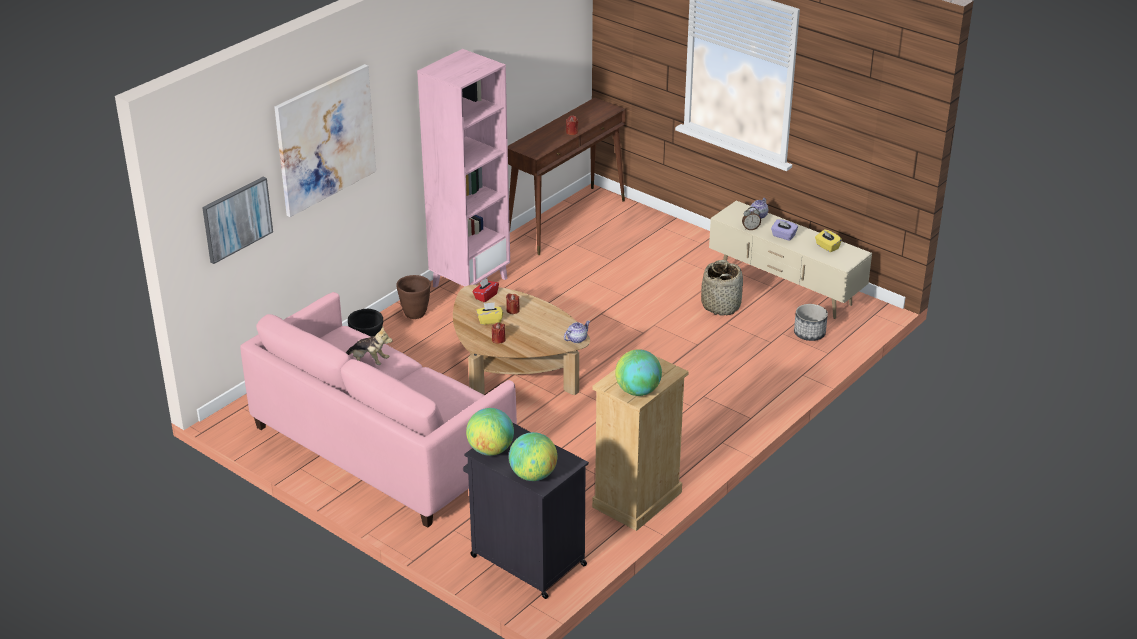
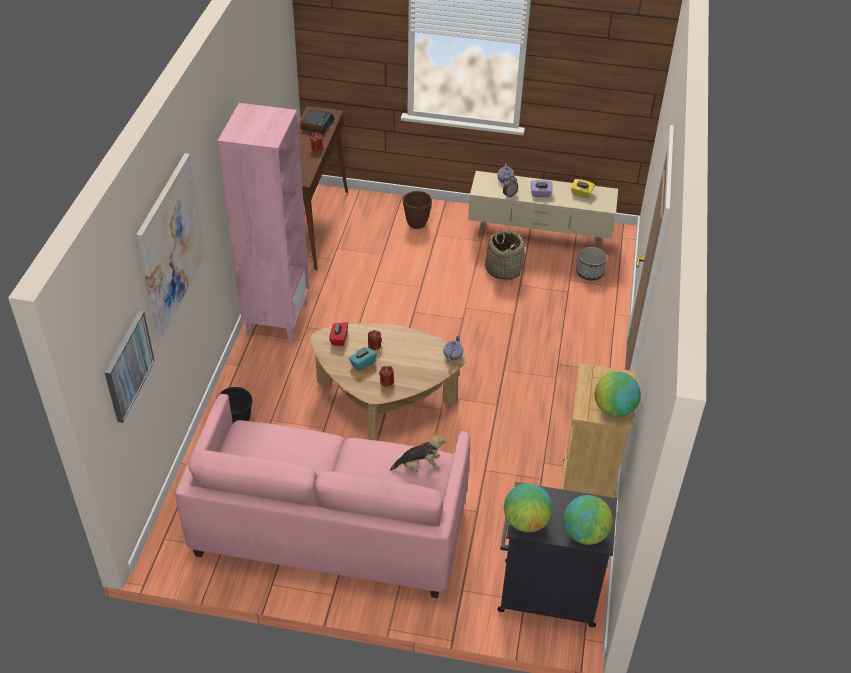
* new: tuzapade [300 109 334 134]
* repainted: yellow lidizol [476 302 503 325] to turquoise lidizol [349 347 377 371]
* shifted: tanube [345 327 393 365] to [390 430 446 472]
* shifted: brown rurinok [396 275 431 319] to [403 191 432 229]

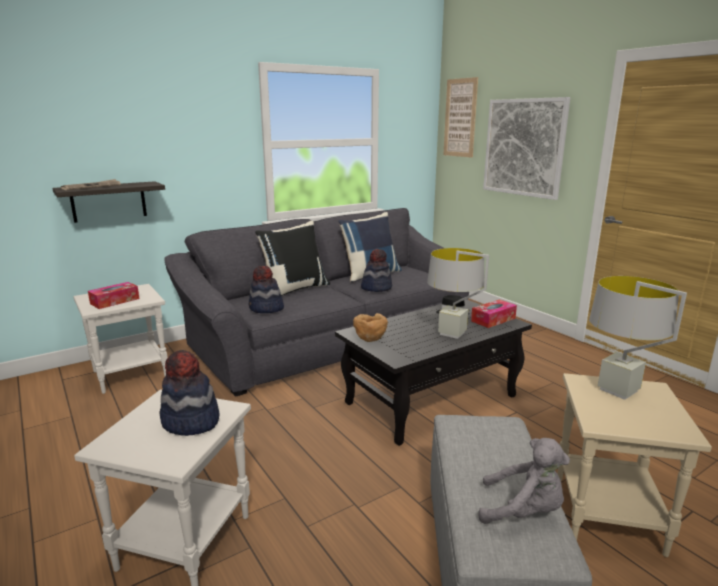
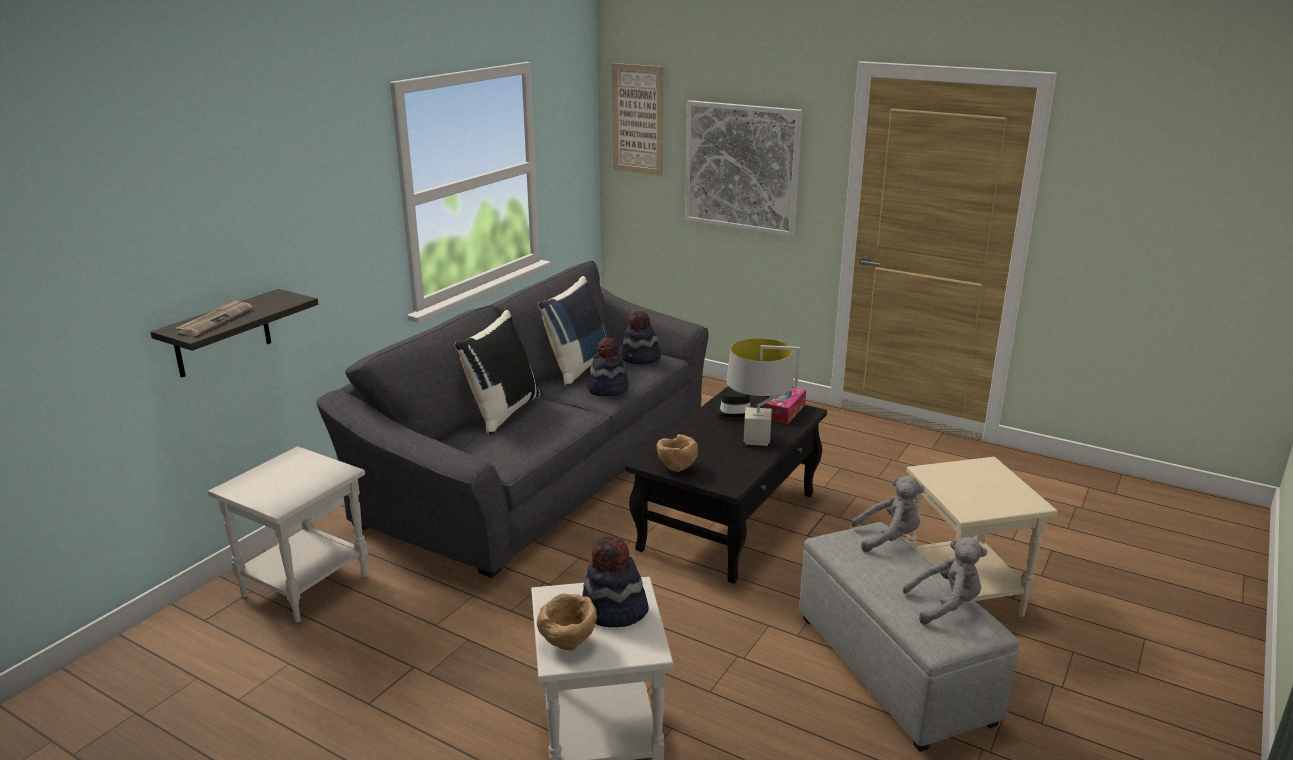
* new: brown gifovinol [537 593 597 650]
* shifted: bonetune [249 266 284 313] to [621 311 661 365]
* new: grey tanube [851 476 924 552]
* gone: lidizol [88 282 139 309]
* gone: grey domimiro [589 276 687 400]

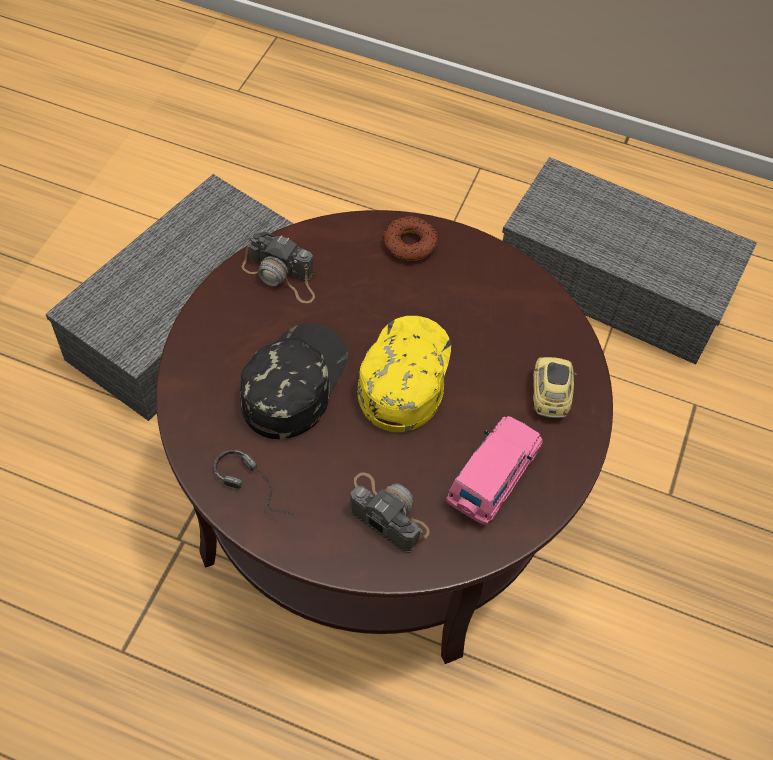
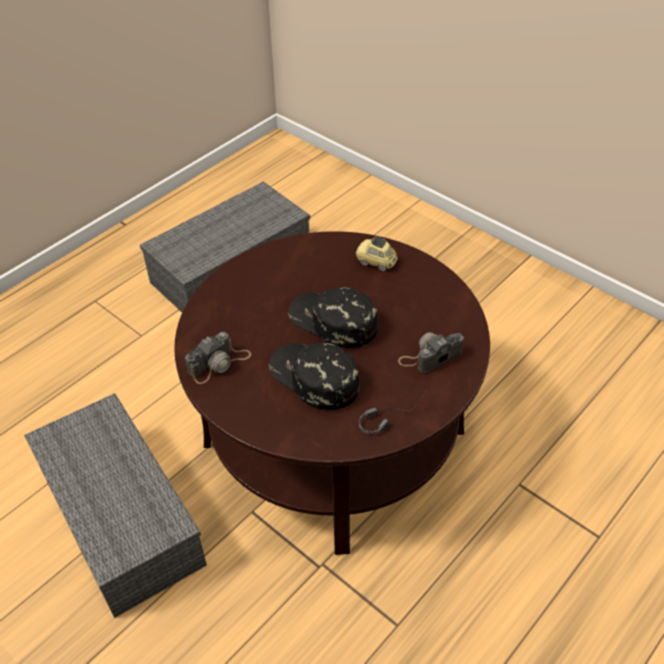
* repainted: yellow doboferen [357 316 451 432] to black doboferen [288 287 378 348]
* gone: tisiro [383 216 438 261]
* gone: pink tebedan [446 416 543 525]

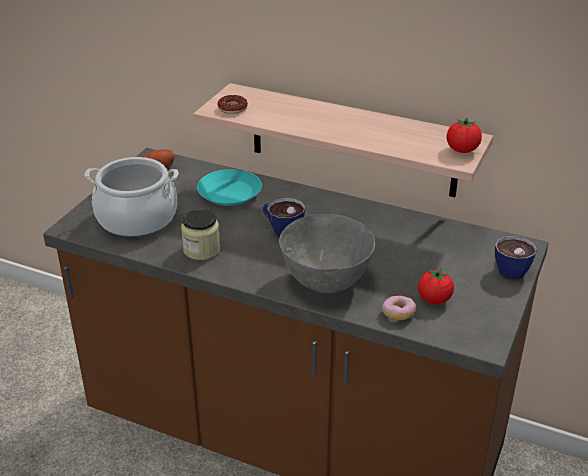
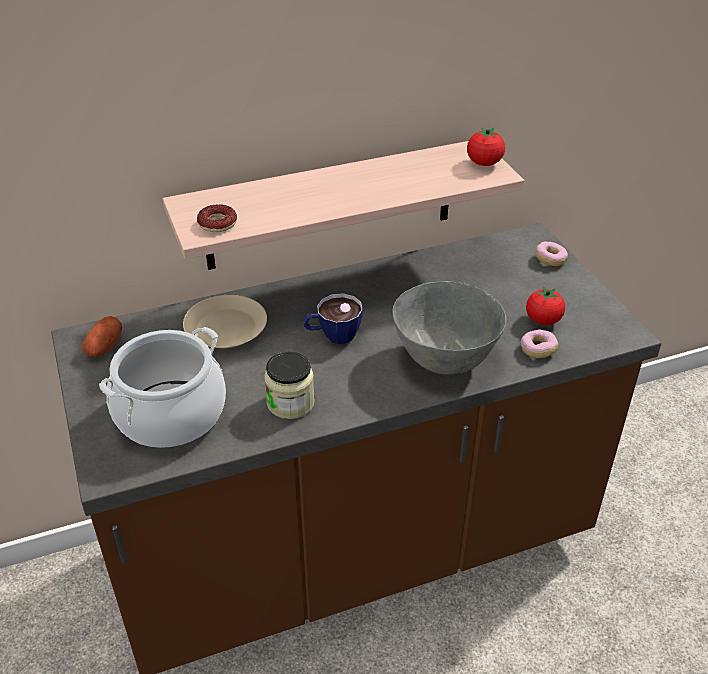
* repainted: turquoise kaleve [197 169 262 206] to beige kaleve [183 295 267 348]
* swapped: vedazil [495 236 537 279] to tisiro [535 241 568 266]

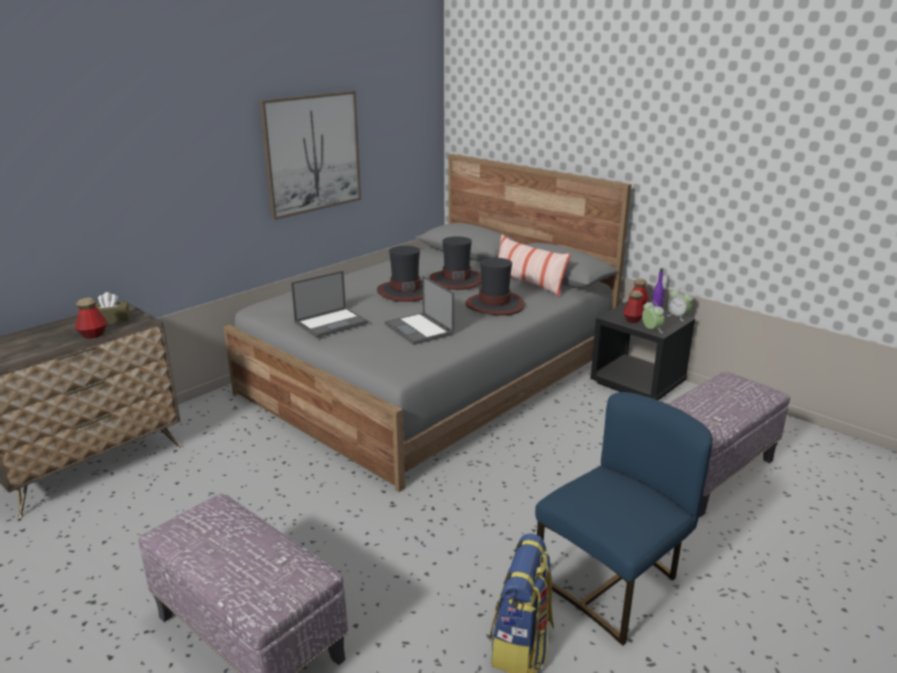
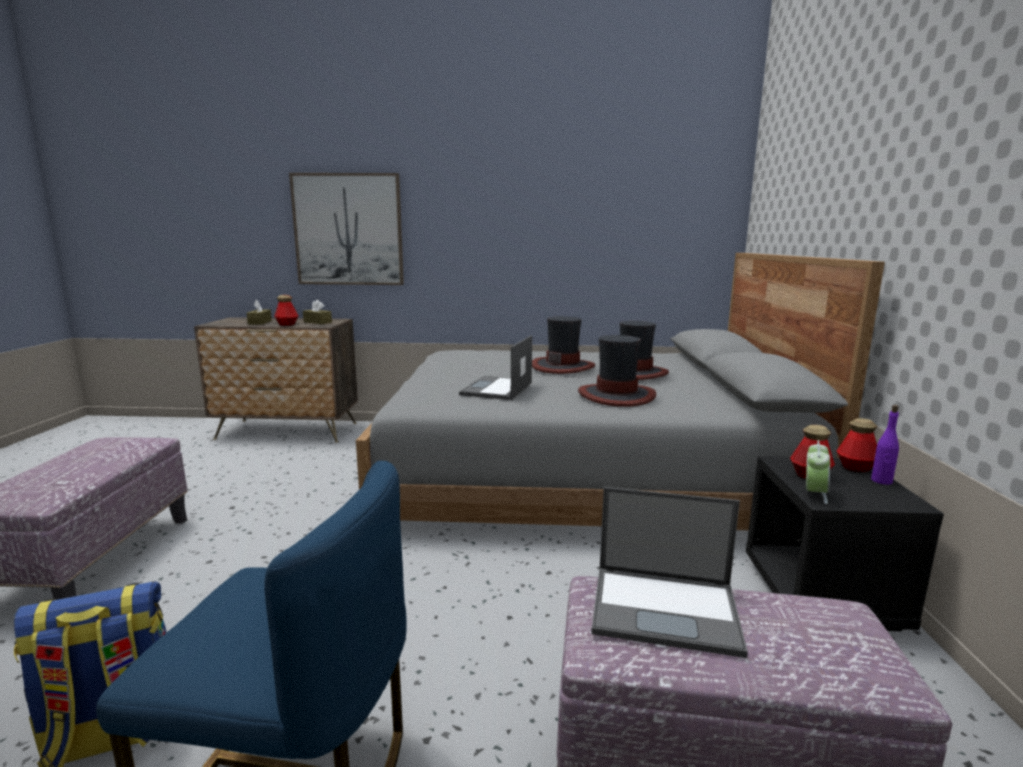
* new: brown lidizol [247 300 272 325]
* shifted: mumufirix [259 91 361 220] to [289 173 404 285]
* shifted: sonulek [291 271 368 338] to [591 487 748 658]
* gone: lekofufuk [498 234 571 296]
* gone: tuzapade [666 288 693 321]

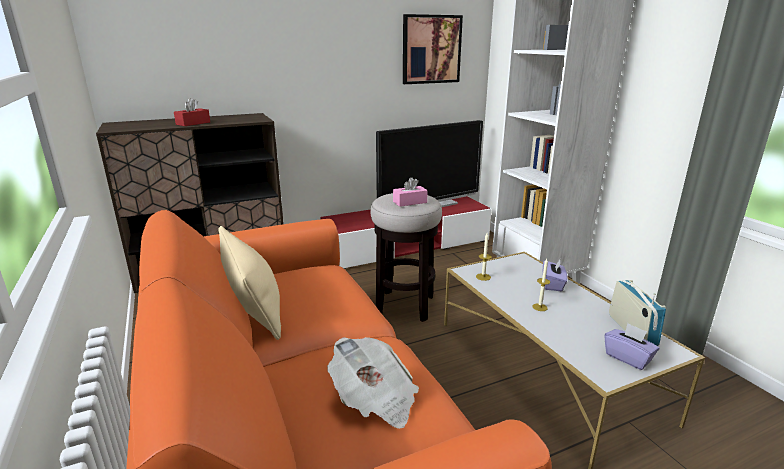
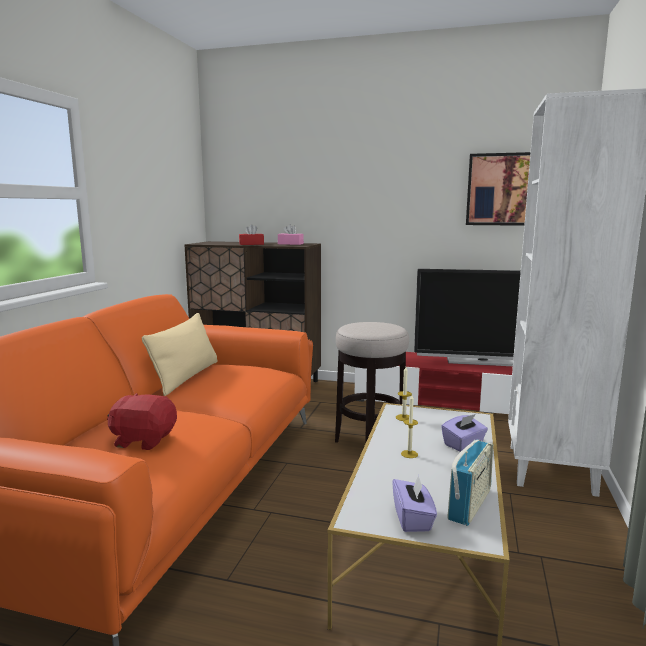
* swapped: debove [327 337 419 429] to red tanube [107 393 177 450]
* shifted: pink lidizol [393 177 428 207] to [278 224 304 245]

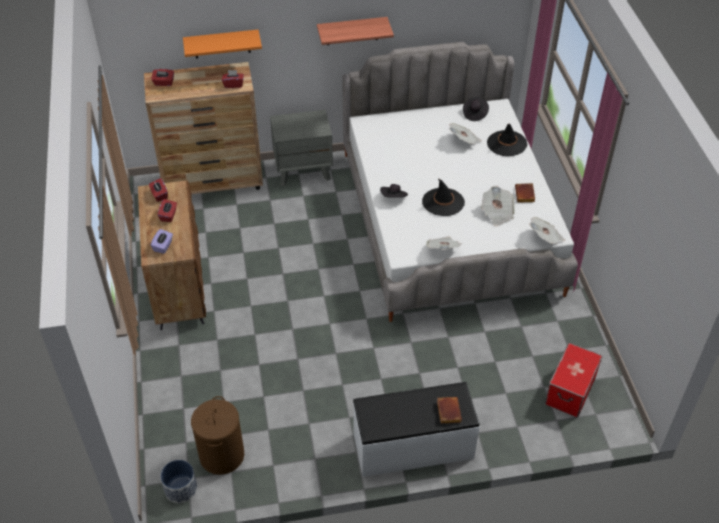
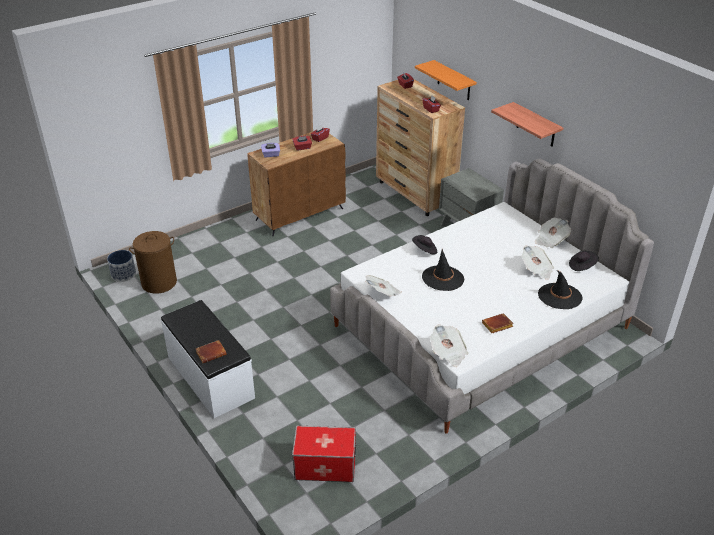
* shifted: debove [481 186 515 227] to [535 218 571 248]

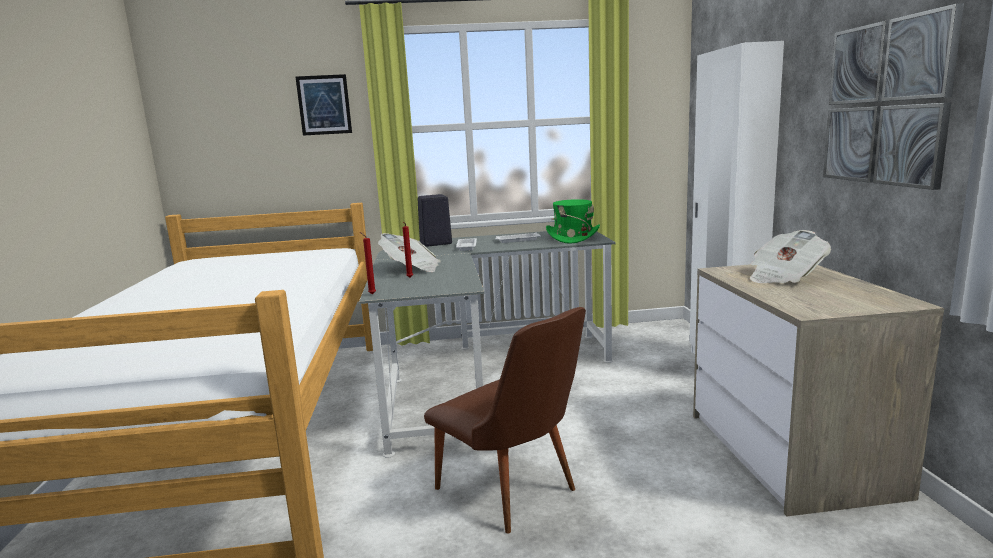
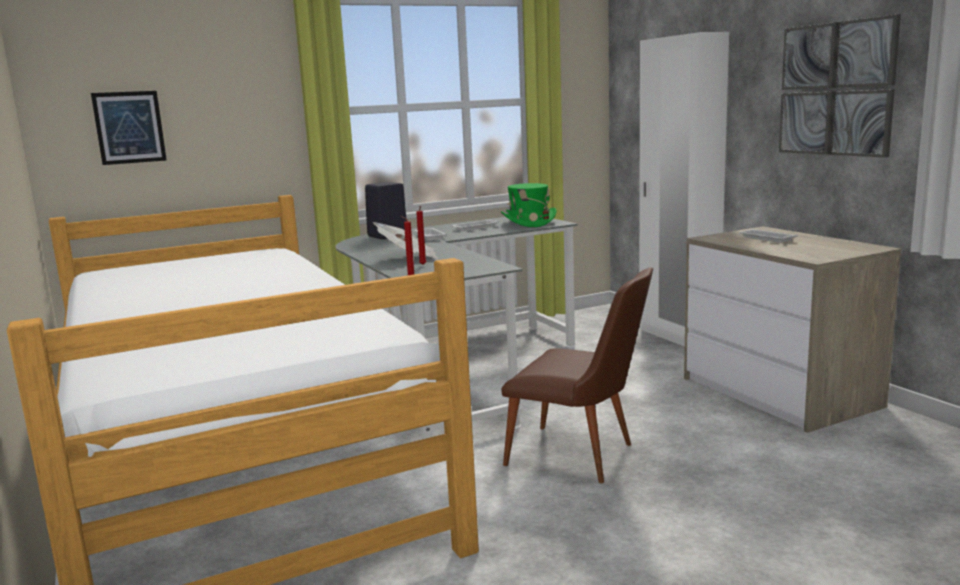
* shifted: mumufirix [296 74 352 136] to [91 91 167 165]
* swapped: debove [750 230 831 283] to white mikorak [739 229 798 243]

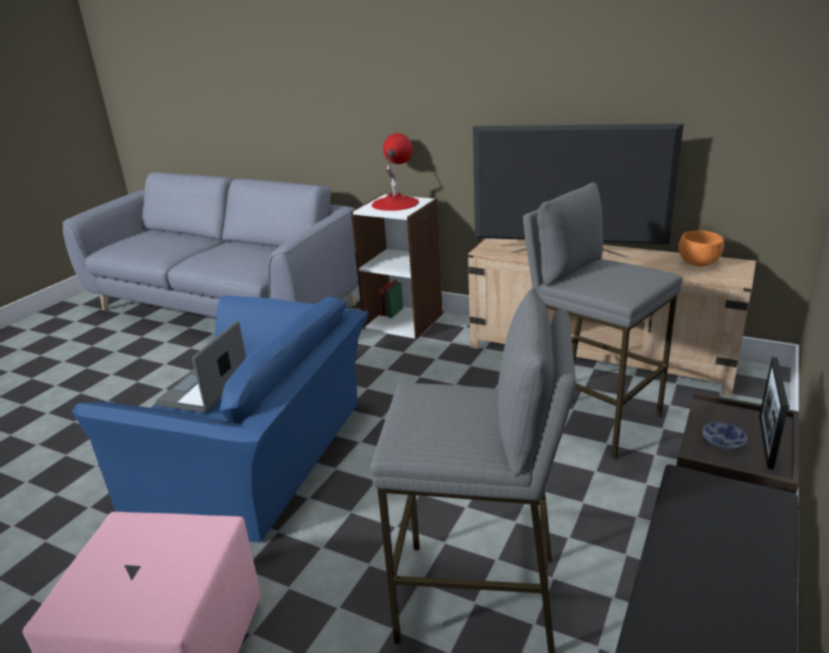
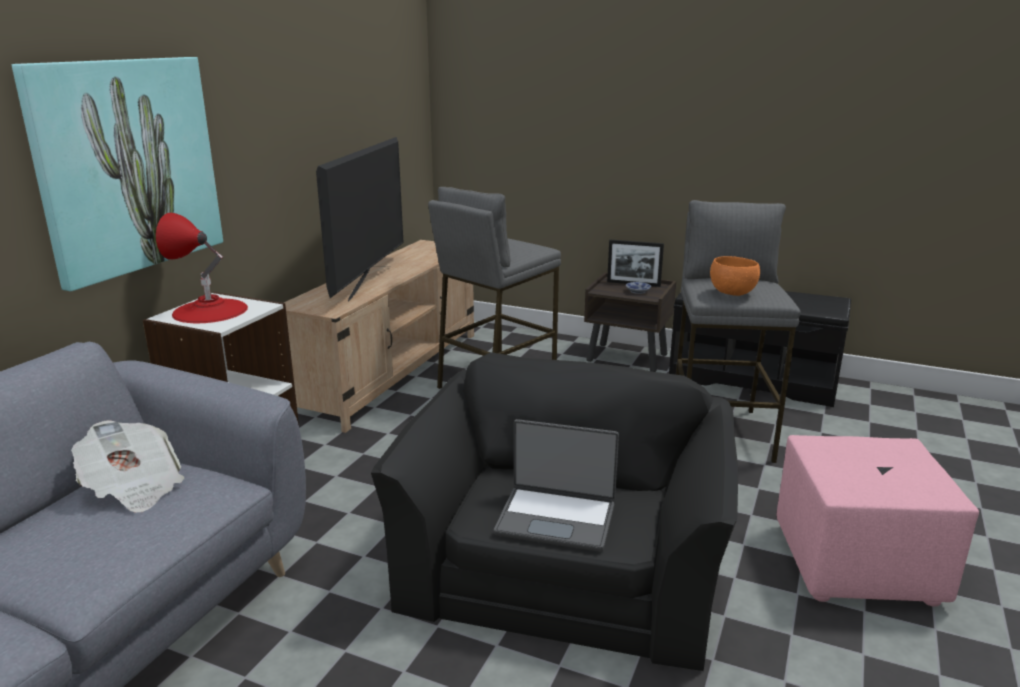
* new: mumufirix [11 57 223 291]
* new: debove [71 420 184 512]
* repainted: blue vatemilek [71 295 369 543] to black vatemilek [371 352 738 671]
* shifted: orange gifovinol [678 231 724 266] to [710 256 760 296]

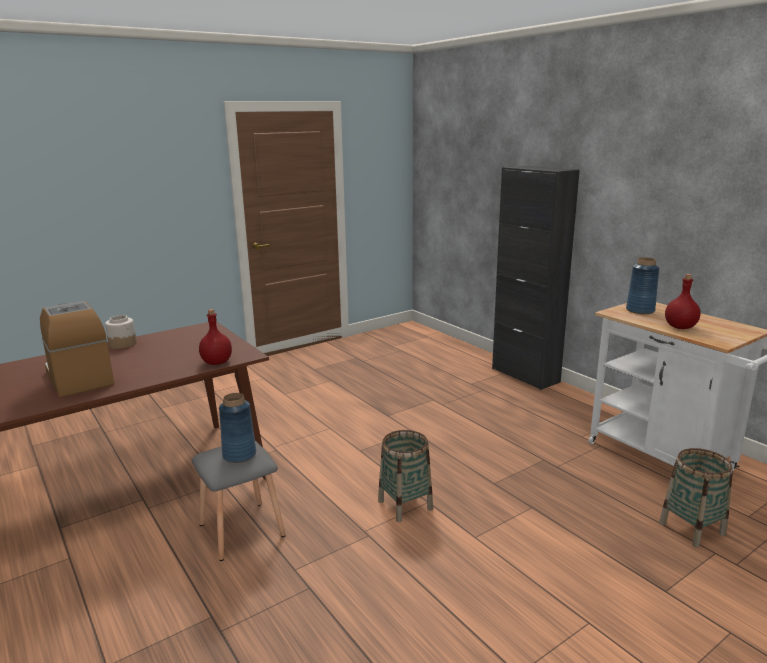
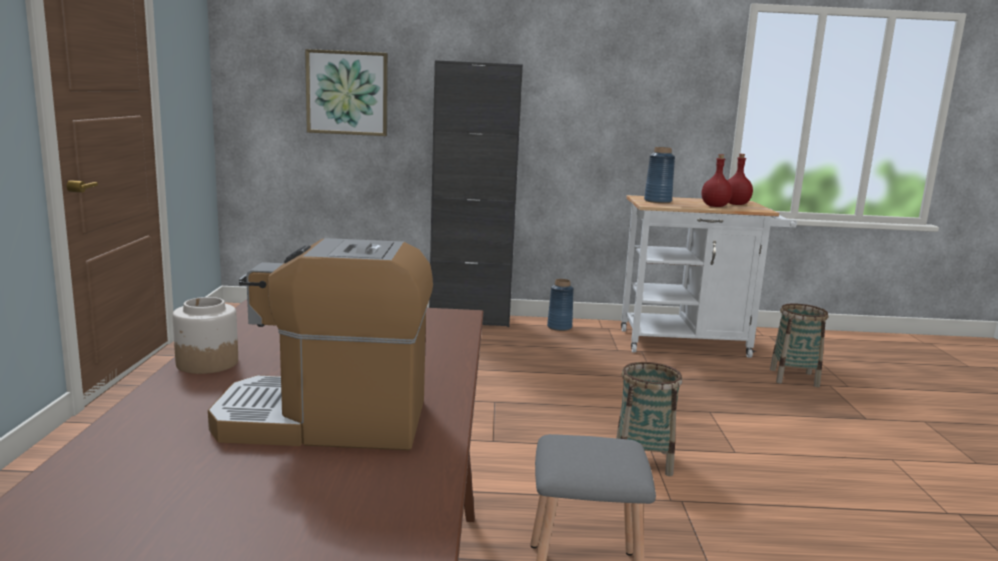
* new: mumufirix [305 49 388 136]
* shifted: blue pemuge [219 393 256 463] to [547 279 574 331]
* shifted: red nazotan [199 309 232 365] to [727 154 753 205]

